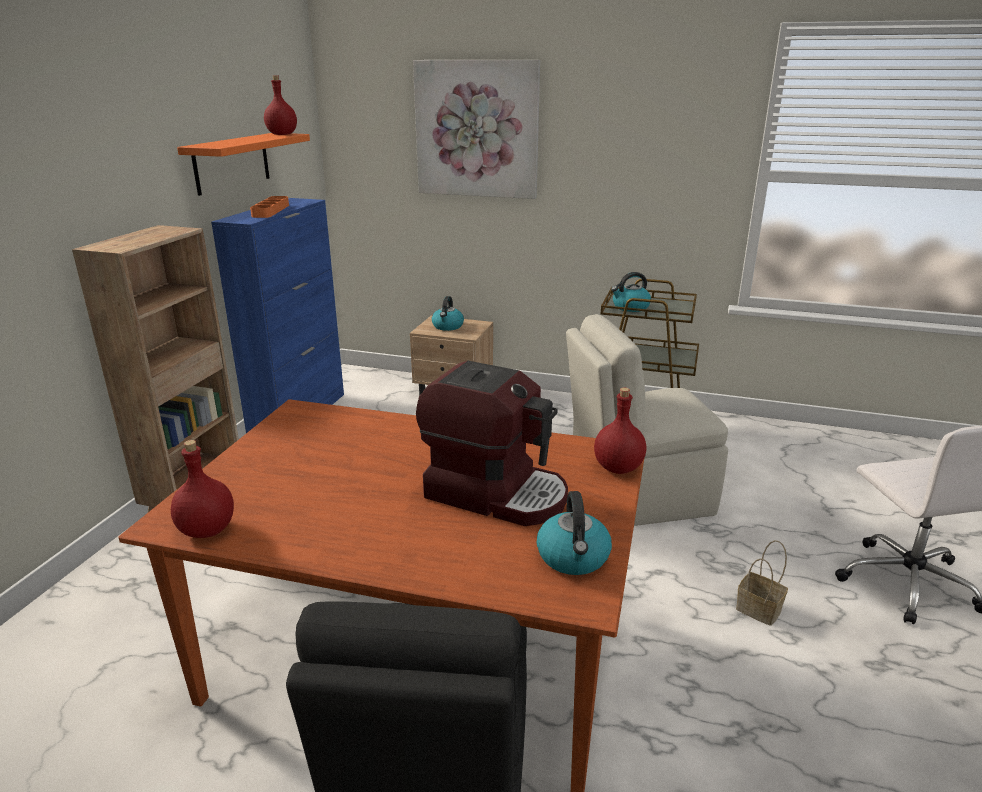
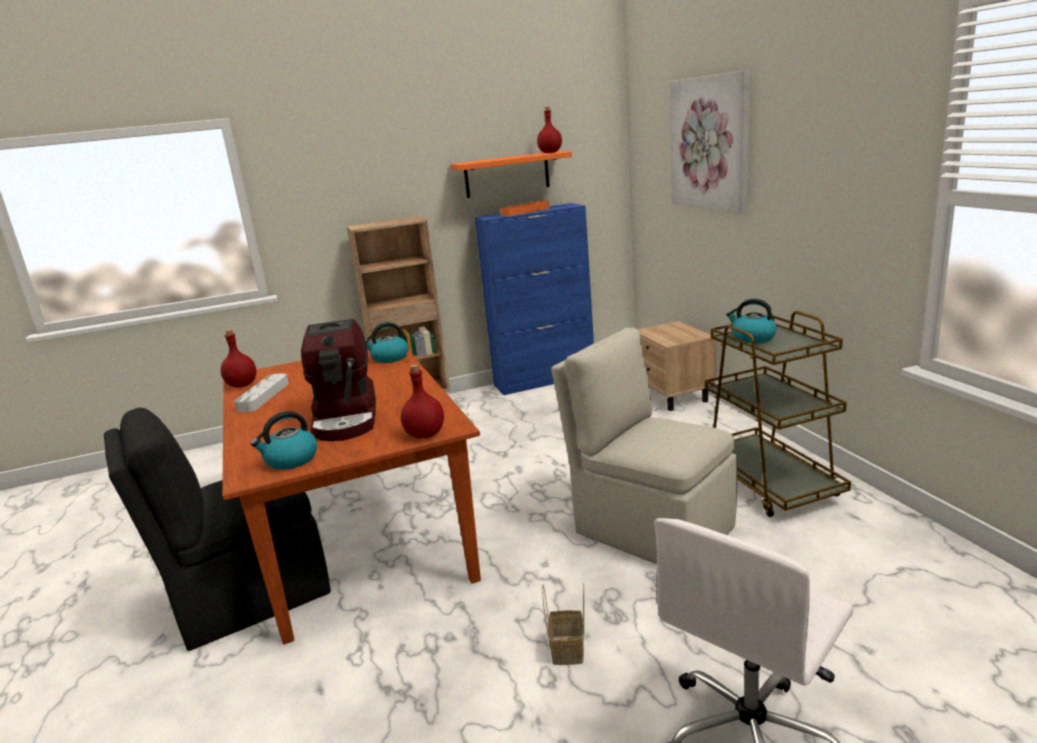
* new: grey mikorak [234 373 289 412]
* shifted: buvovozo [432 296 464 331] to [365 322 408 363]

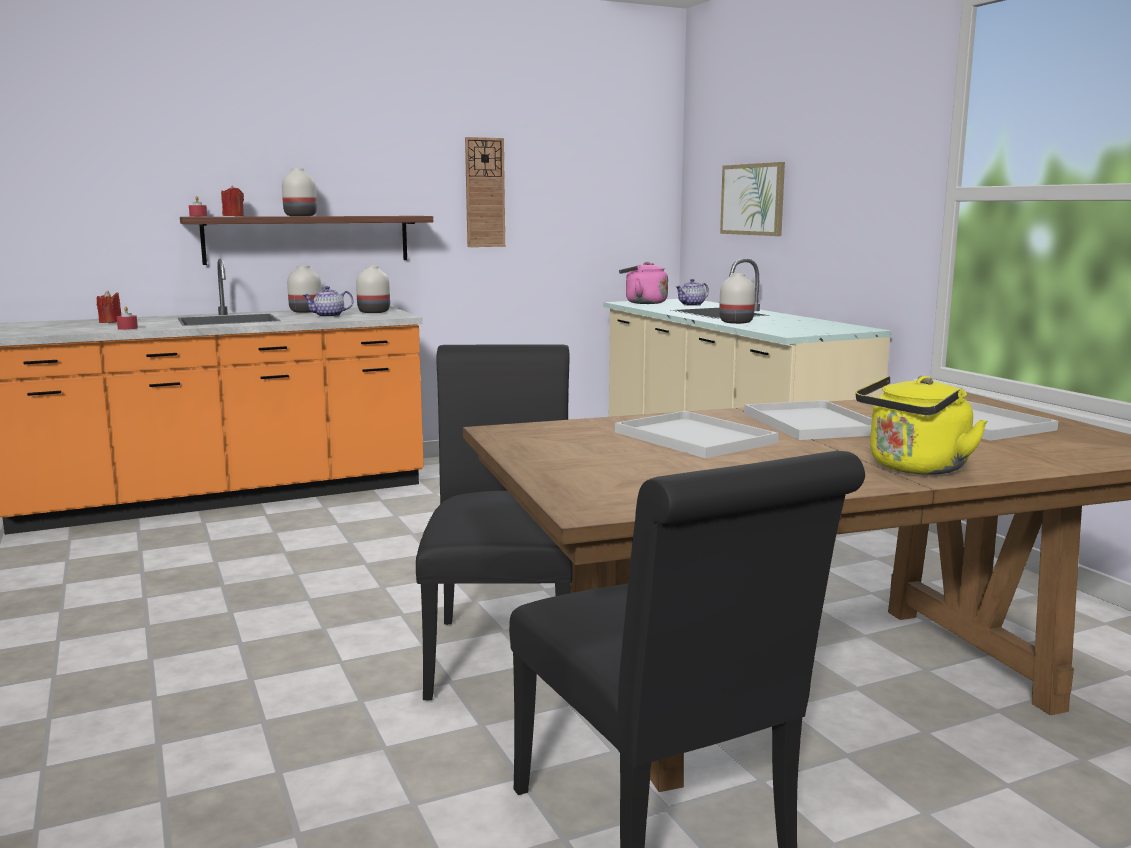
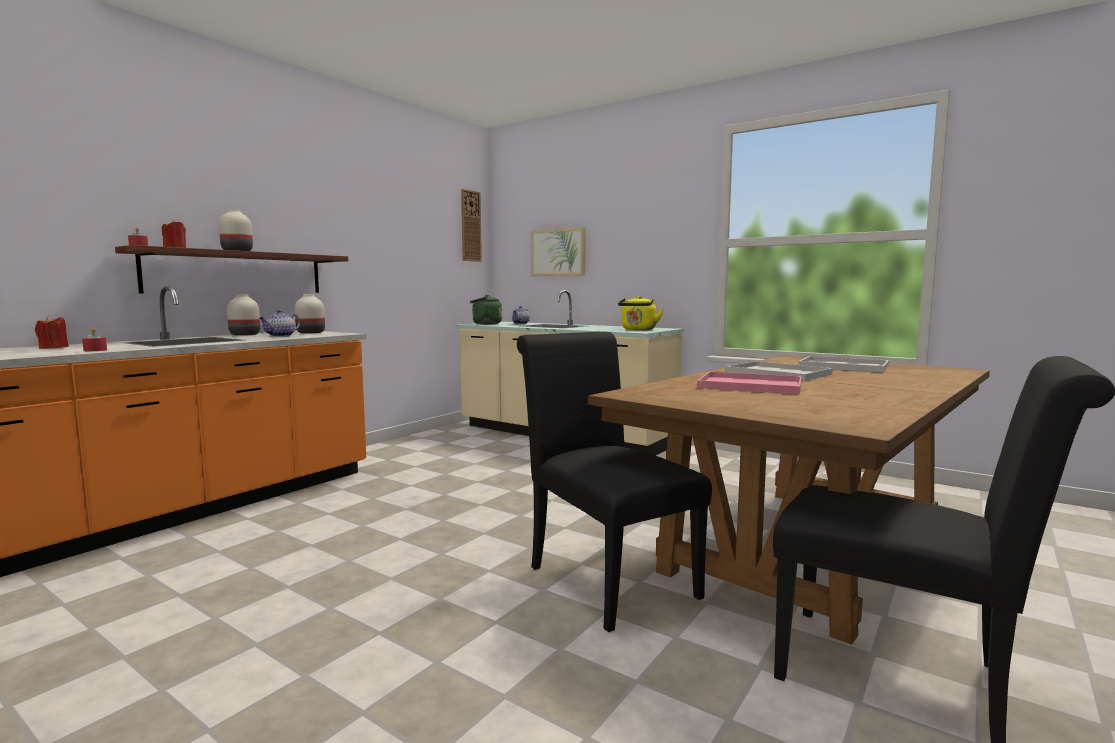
* shifted: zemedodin [465 137 505 247] to [461 189 482 262]
* repainted: pink buvovozo [619 262 668 304] to green buvovozo [470 295 502 324]
* shifted: yellow buvovozo [856 376 987 475] to [618 296 664 330]
* repainted: white mikorak [615 411 778 458] to pink mikorak [697 371 802 394]
* gone: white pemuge [719 273 755 324]

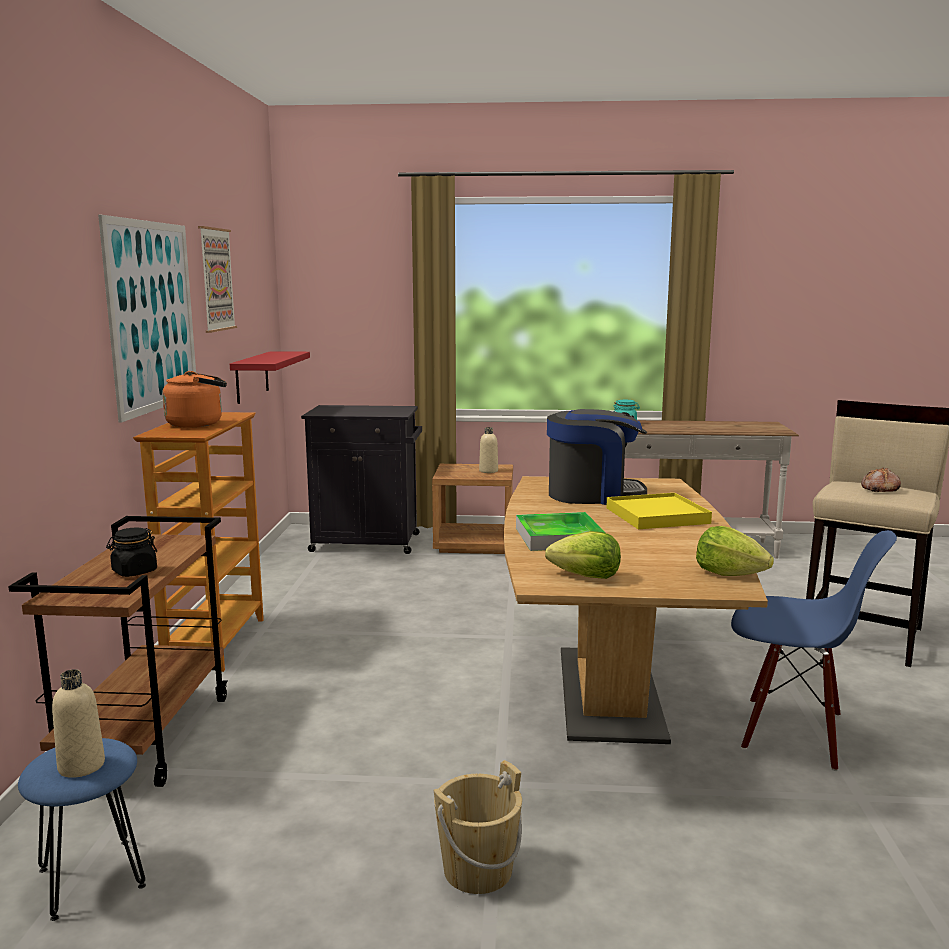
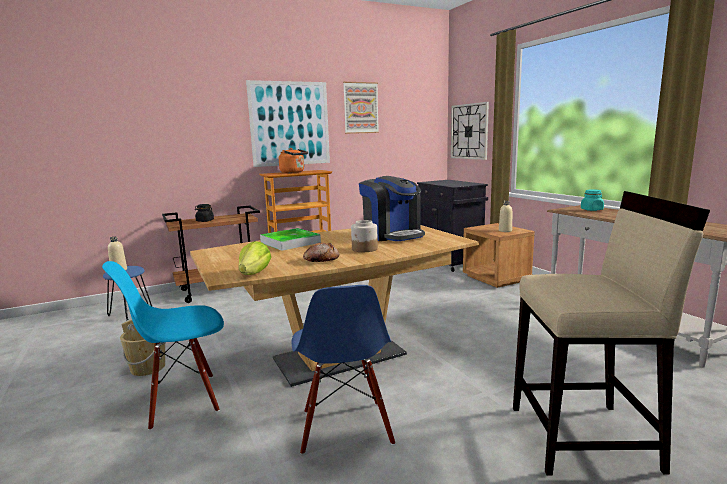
* new: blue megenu [102 261 224 431]
* shifted: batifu [861 468 901 492] to [303 243 339 262]
* swapped: yellow mikorak [606 493 712 529] to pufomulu [351 220 378 252]
* new: zemedodin [451 102 489 160]
* gone: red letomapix [230 351 310 404]
* gone: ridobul [545 531 621 579]

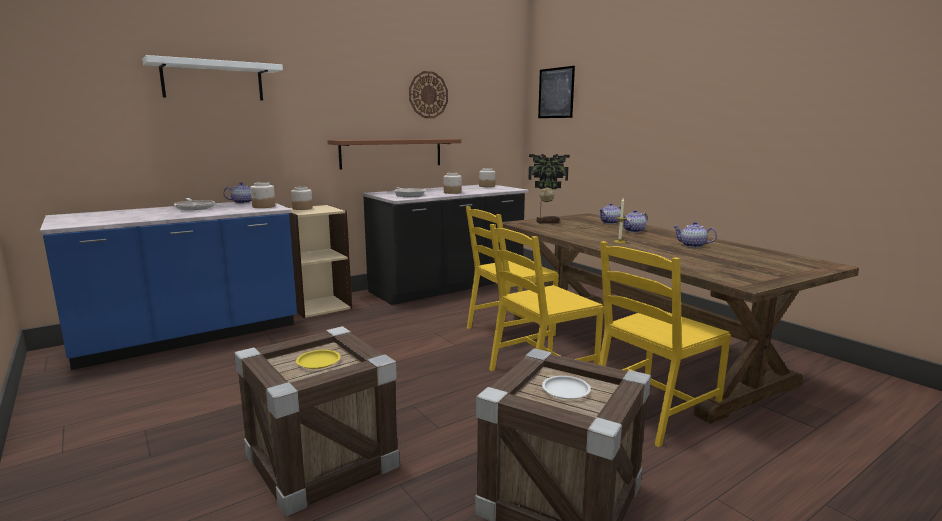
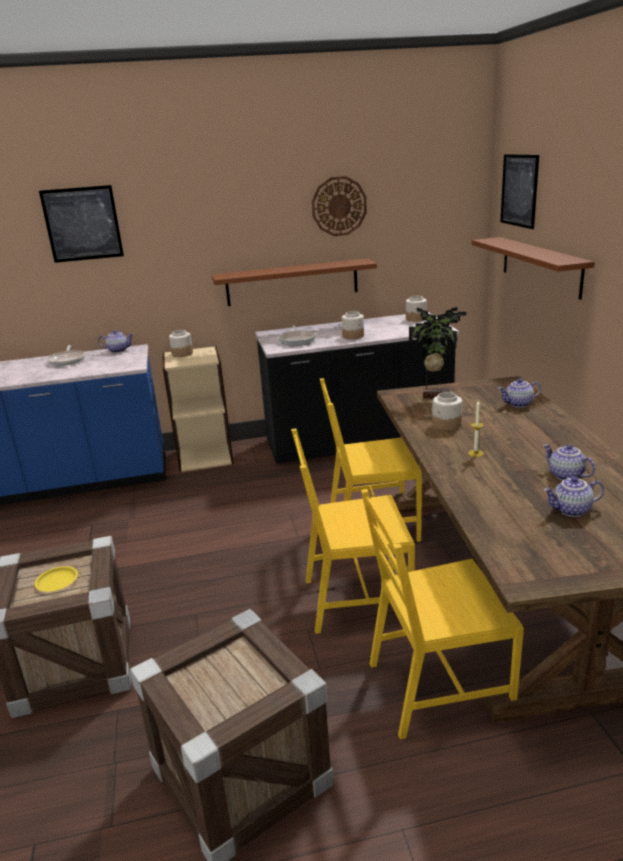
* swapped: white letomapix [142 55 283 100] to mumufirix [39 185 124 263]
* shifted: pufomulu [250 182 275 208] to [432 392 462 430]
* new: brown letomapix [472 237 595 300]
* shifted: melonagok [623 210 648 233] to [543 477 604 517]
* gone: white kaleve [542 376 591 399]

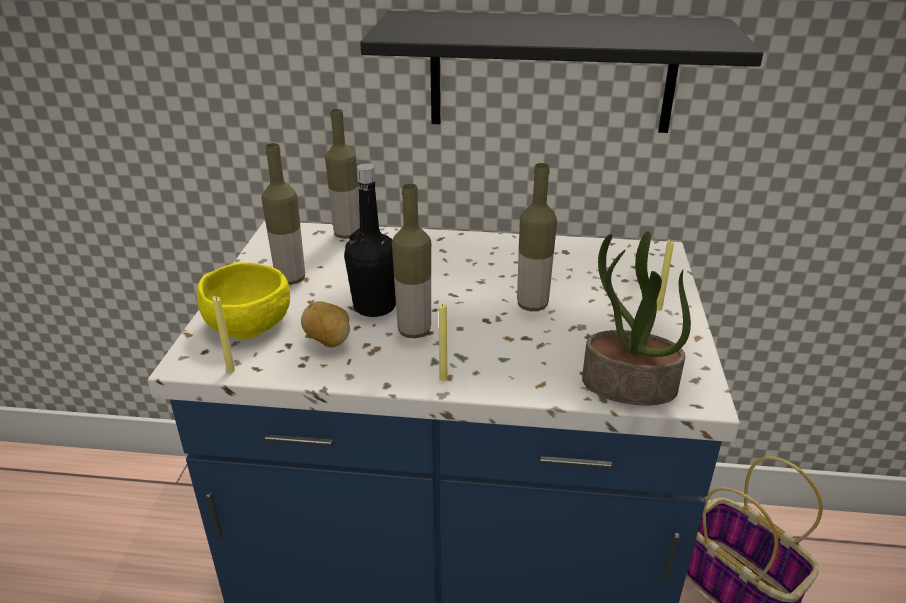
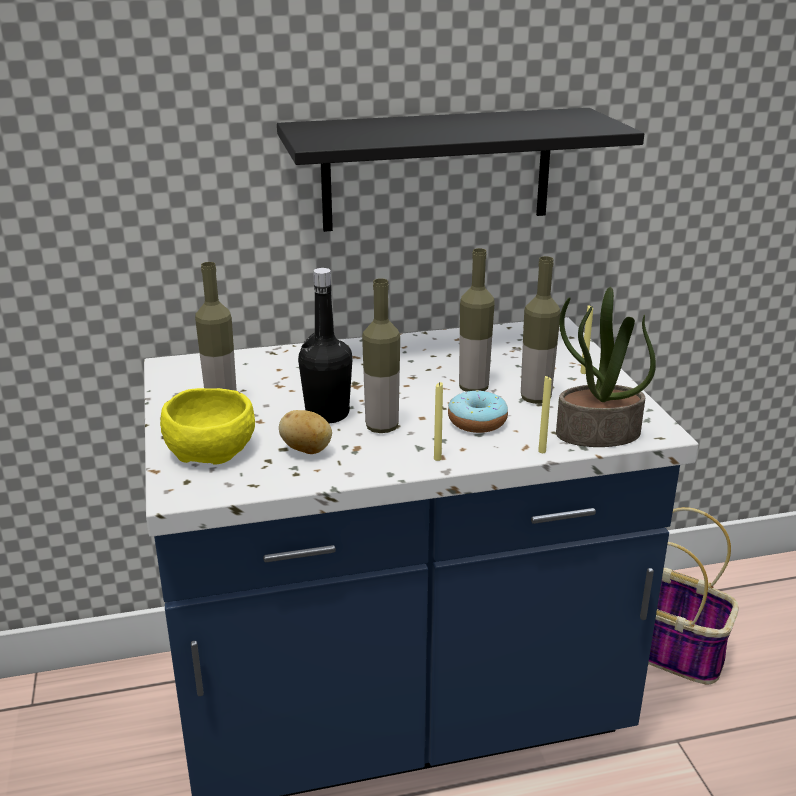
* new: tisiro [448 390 508 433]
* shifted: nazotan [325 109 360 239] to [521 256 561 404]
* shifted: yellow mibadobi [212 296 235 373] to [538 375 552 453]

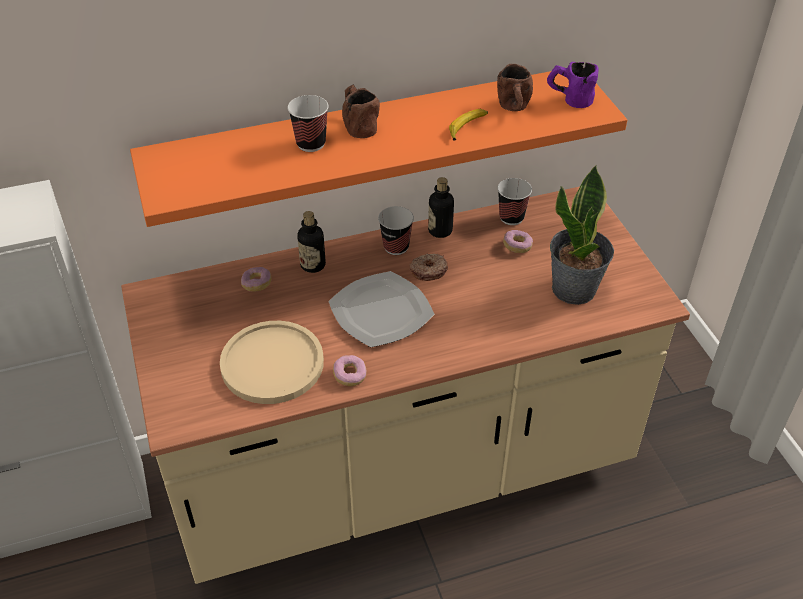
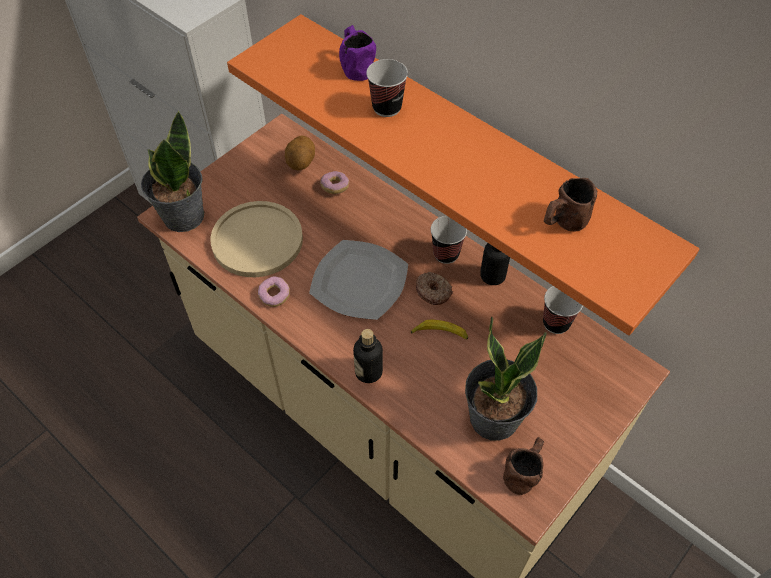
* new: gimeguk [141 110 204 232]
* new: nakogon [285 135 315 171]
* shifted: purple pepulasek [547 62 598 108] to [339 25 376 81]
* shifted: nazotan [297 211 326 273] to [353 329 383 383]
* shifted: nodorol [449 109 488 141] to [411 320 468 340]
* shifted: brown pepulasek [342 84 380 138] to [503 437 544 495]
* gone: tisiro [503 230 533 253]

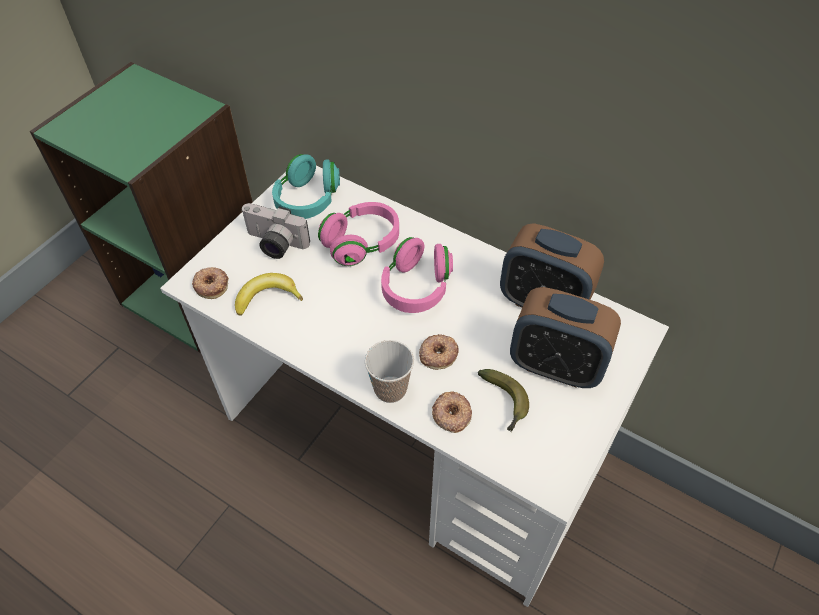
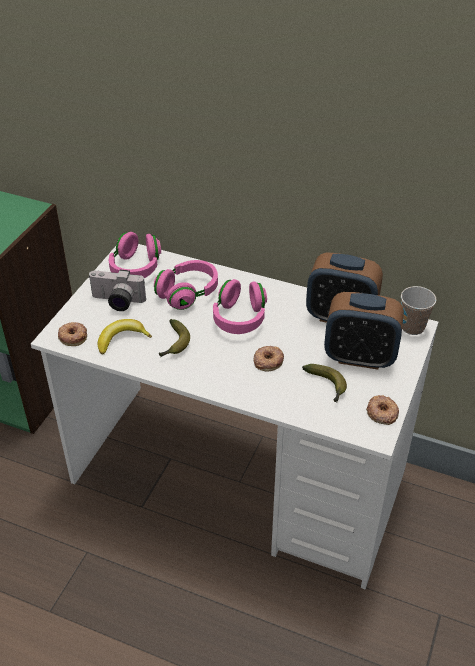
* repainted: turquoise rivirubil [272 154 340 219] to pink rivirubil [109 232 161 278]
* new: nodorol [159 319 190 357]
* shifted: tisiro [432 391 472 433] to [366 395 399 425]
* shifted: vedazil [365 340 414 403] to [401 286 436 335]

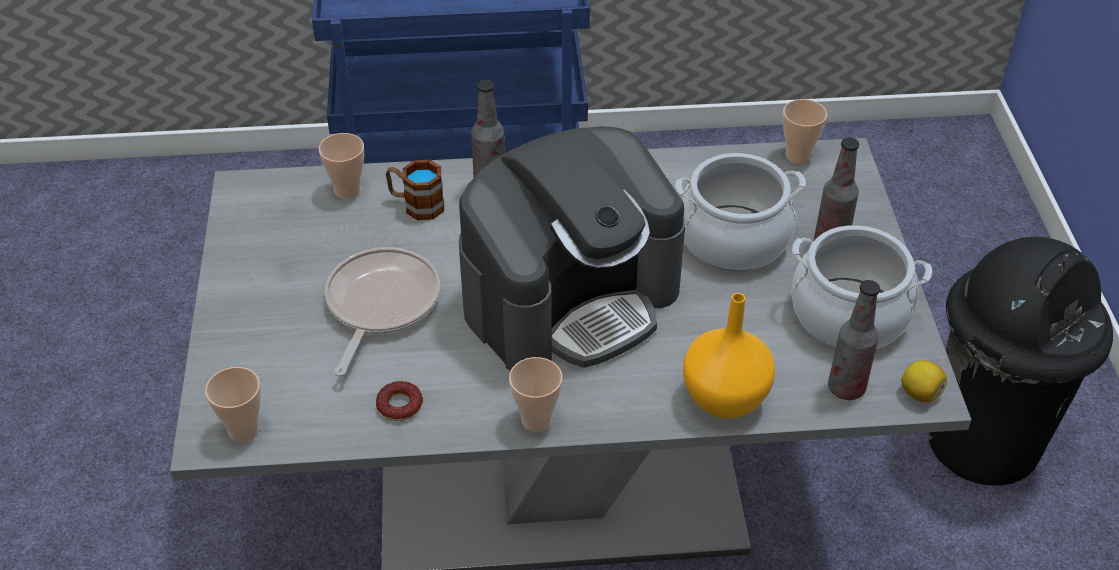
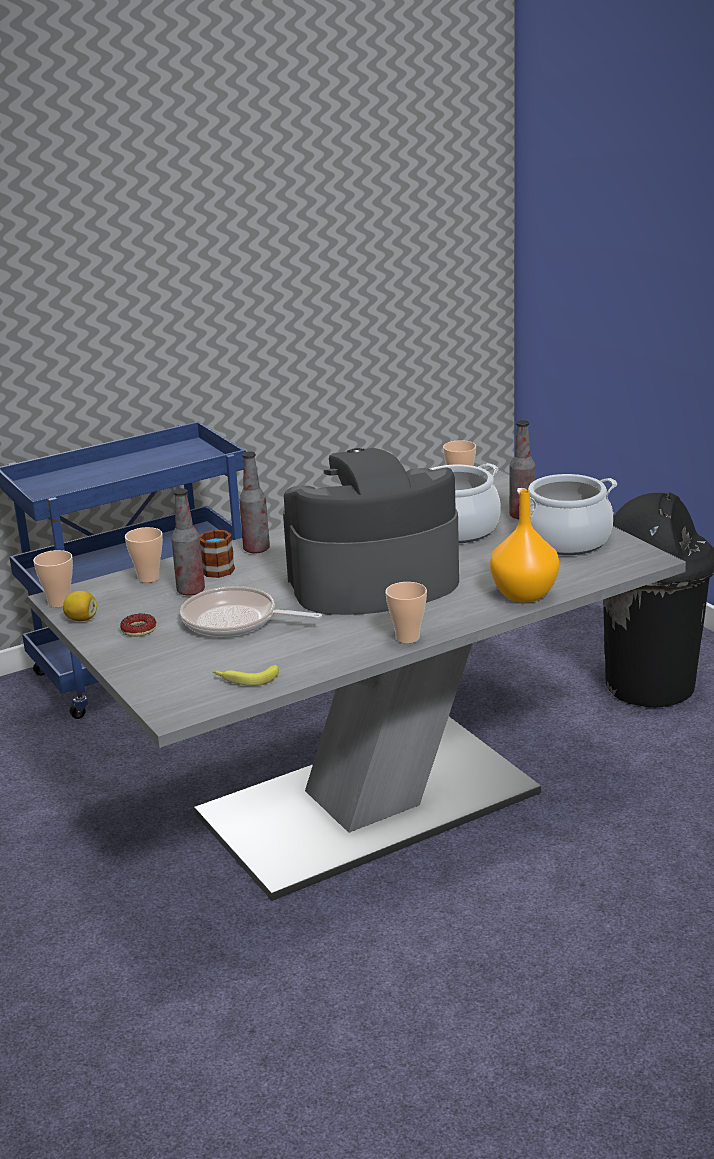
* shifted: vedazil [205 367 261 442] to [33 550 73 607]
* shifted: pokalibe [901 360 947 402] to [63 591 97 621]
* shifted: tisiro [376 381 423 421] to [120 613 156 637]
* shifted: nazotan [828 280 880 400] to [171 488 205 596]
* rotated: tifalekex [325 247 440 376] = [180 586 322 637] 60 degrees counterclockwise
* new: nodorol [213 665 279 686]
* rotated: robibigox [459 126 685 371] = [283 448 459 615] 135 degrees counterclockwise

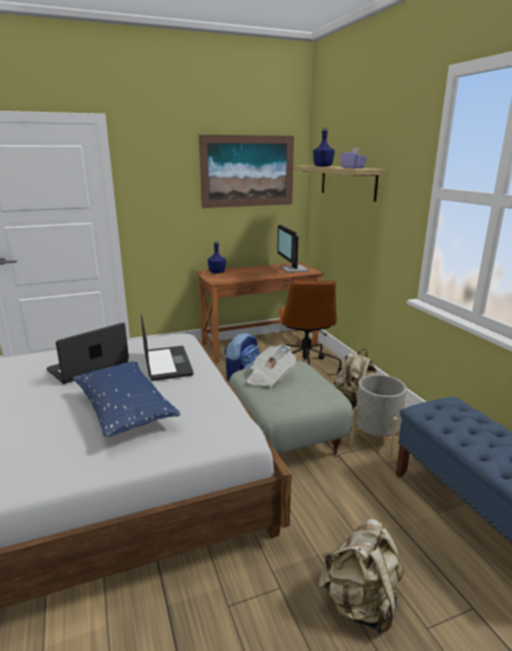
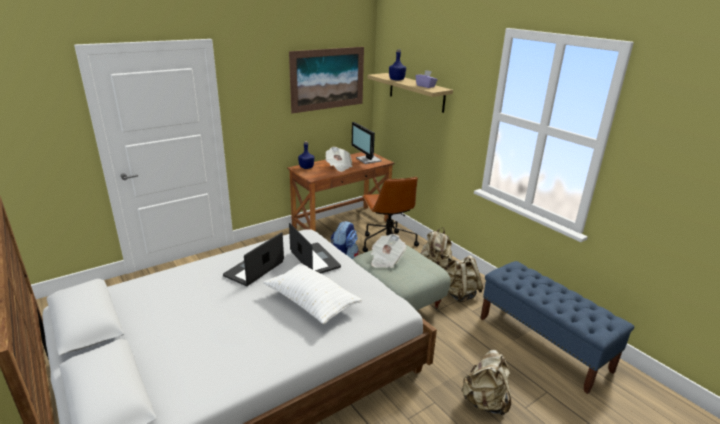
* repainted: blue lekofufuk [73 362 181 437] to white lekofufuk [263 263 362 324]
* new: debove [325 147 353 172]
* swapped: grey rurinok [351 374 407 456] to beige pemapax [446 255 483 302]

